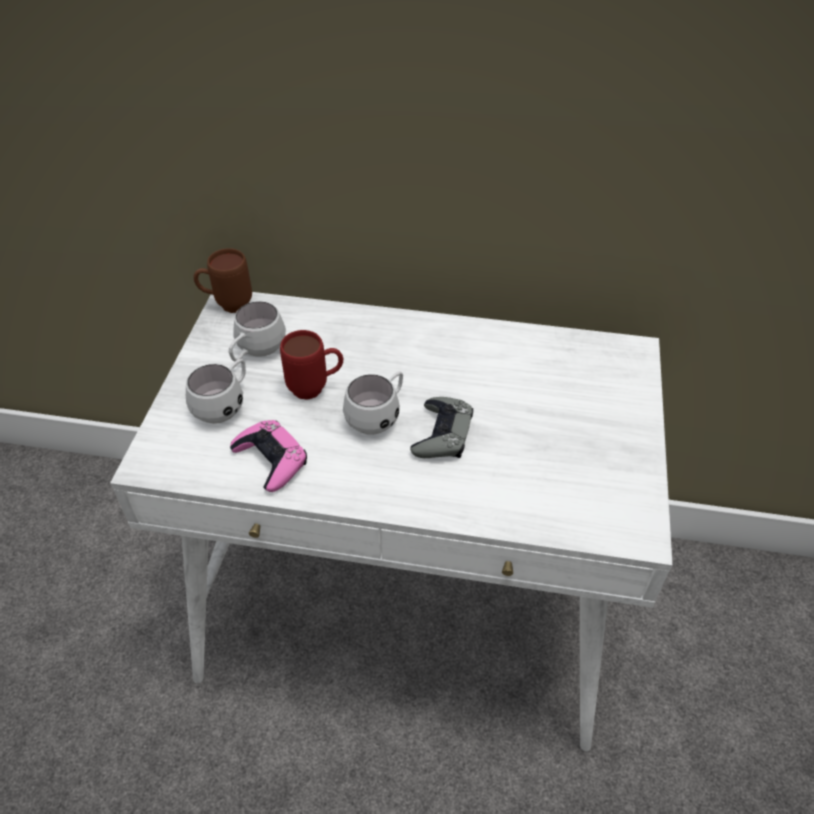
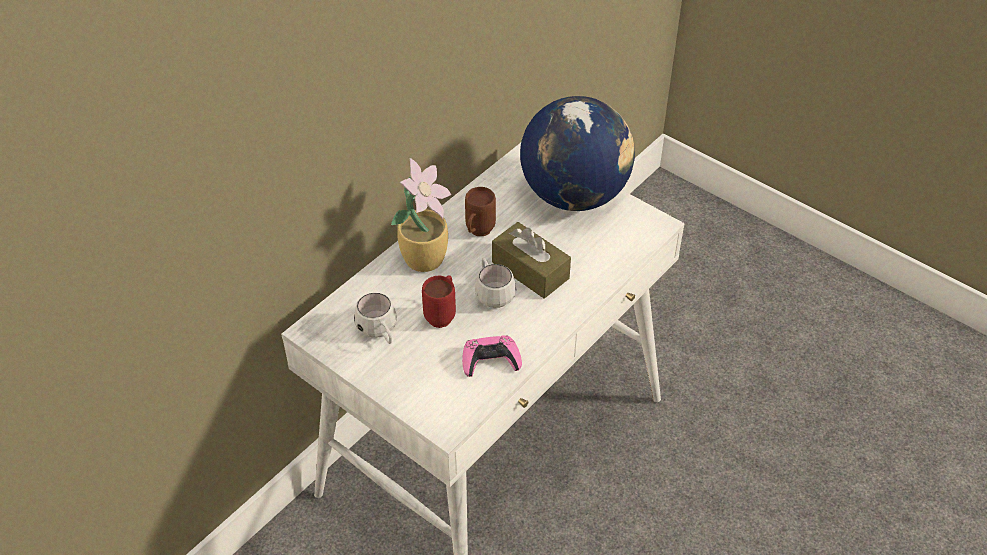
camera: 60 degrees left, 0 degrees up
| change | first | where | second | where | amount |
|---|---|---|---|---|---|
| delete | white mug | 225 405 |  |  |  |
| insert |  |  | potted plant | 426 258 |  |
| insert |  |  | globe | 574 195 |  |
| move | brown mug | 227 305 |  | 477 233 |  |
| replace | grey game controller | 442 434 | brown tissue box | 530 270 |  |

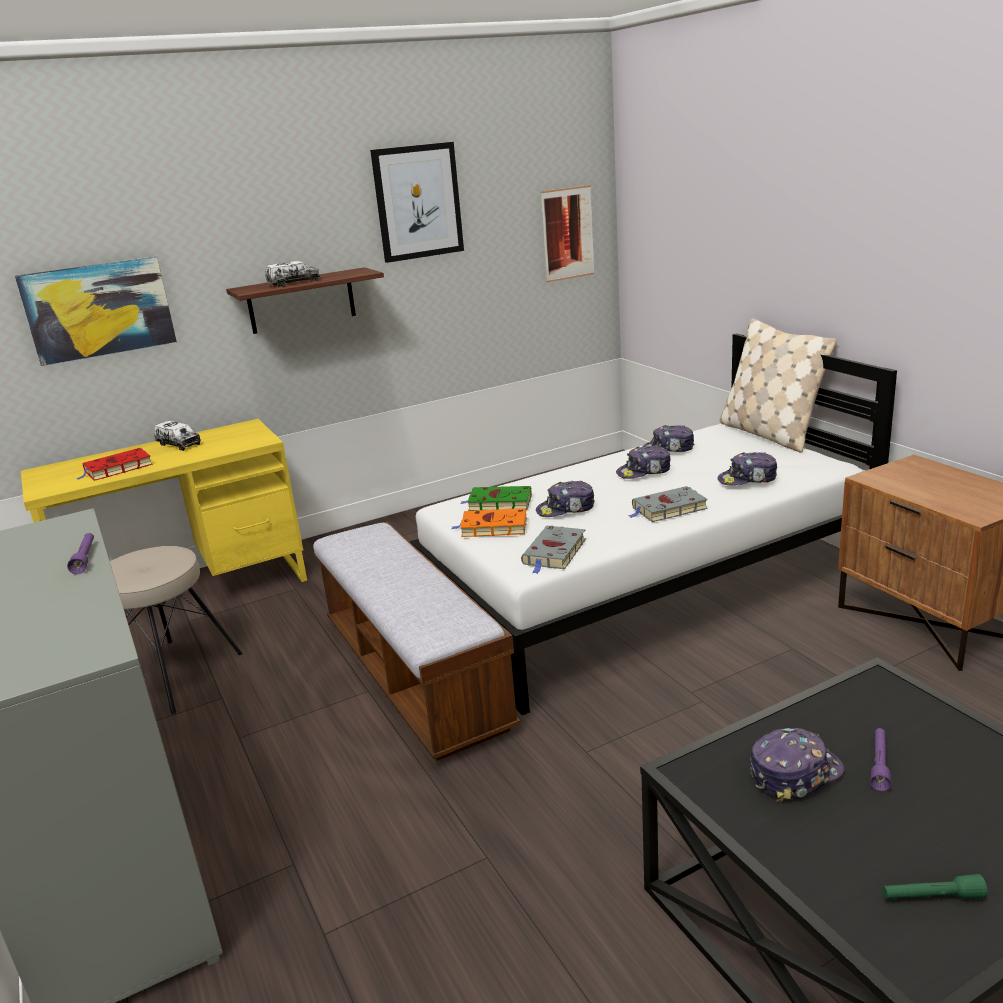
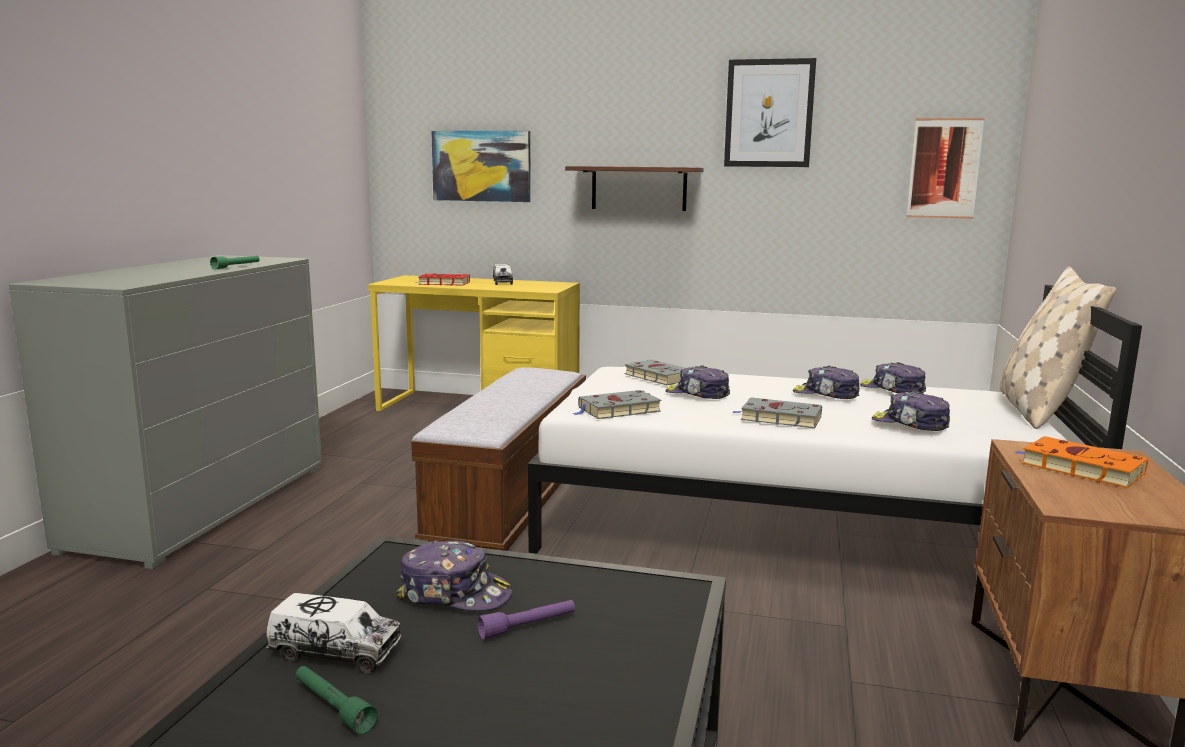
camera: 40 degrees right, 10 degrees down
| change | first | where | second | where | amount |
|---|---|---|---|---|---|
| delete | beige stool | 173 675 |  |  |  |
| move | toy truck | 293 283 |  | 335 652 |  |
| move | orange book | 492 527 |  | 1078 468 |  |
| recolor | purple flashlight | 85 558 | green flashlight | 236 267 |  |
| recolor | green book | 498 503 | grey book | 657 376 |  |

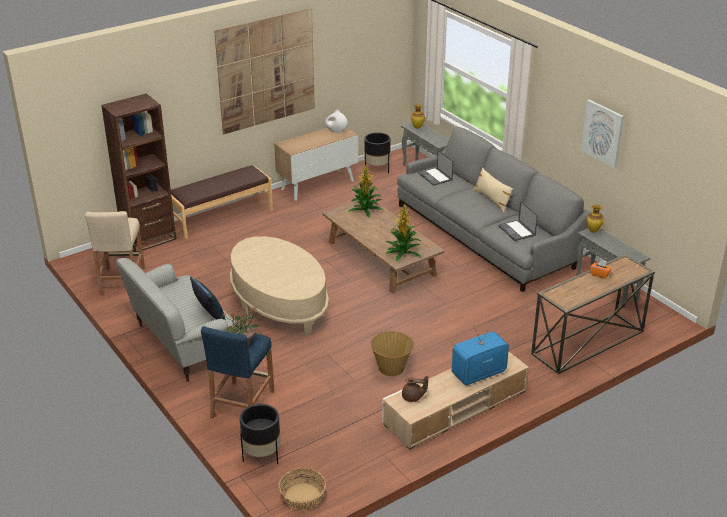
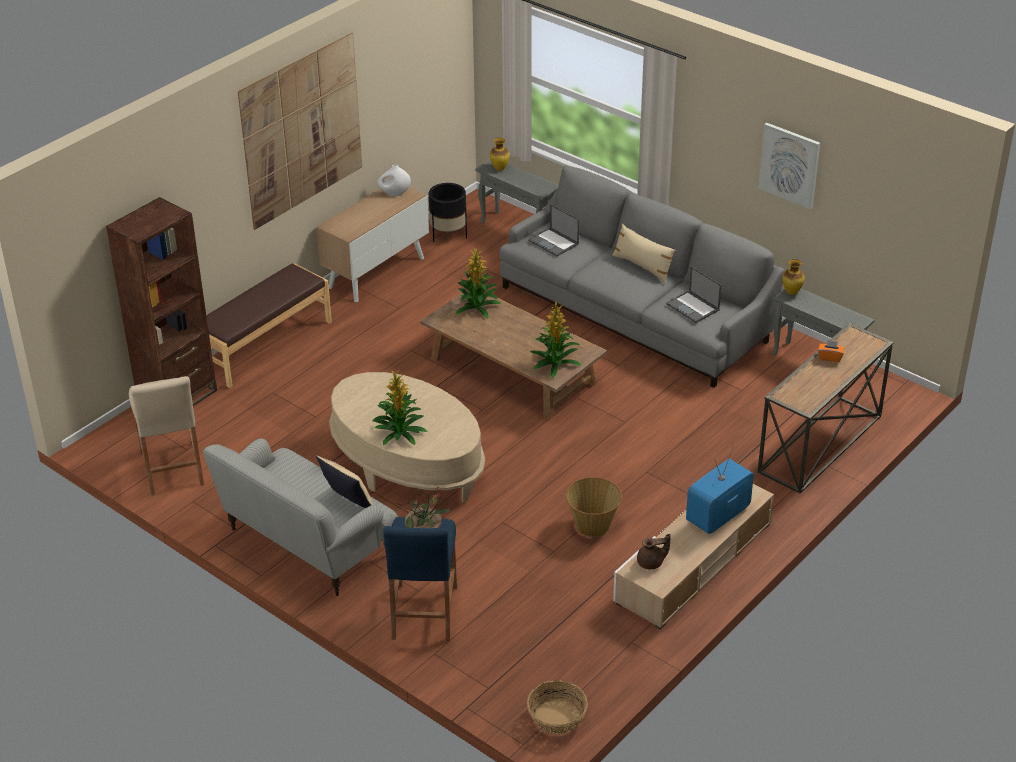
camera: 15 degrees left, 5 degrees up
| change | first | where | second | where | amount |
|---|---|---|---|---|---|
| delete | black planter | 262 455 |  |  |  |
| insert |  |  | potted plant | 399 433 |  |
| recolor | blue pillow | 209 317 | beige pillow | 347 504 |  |

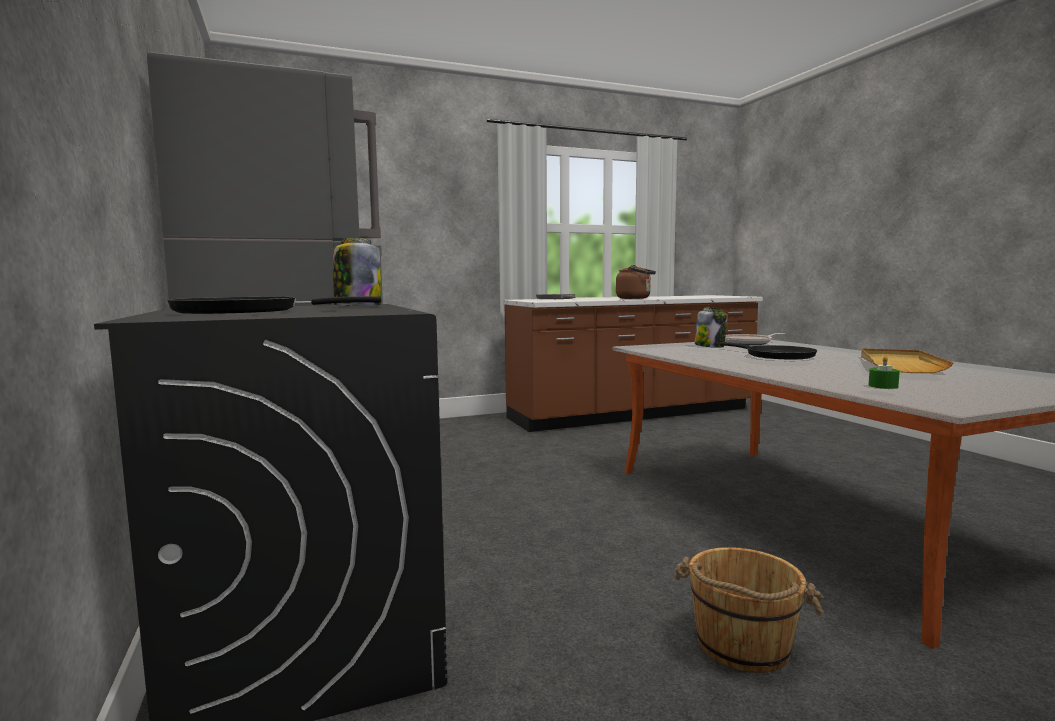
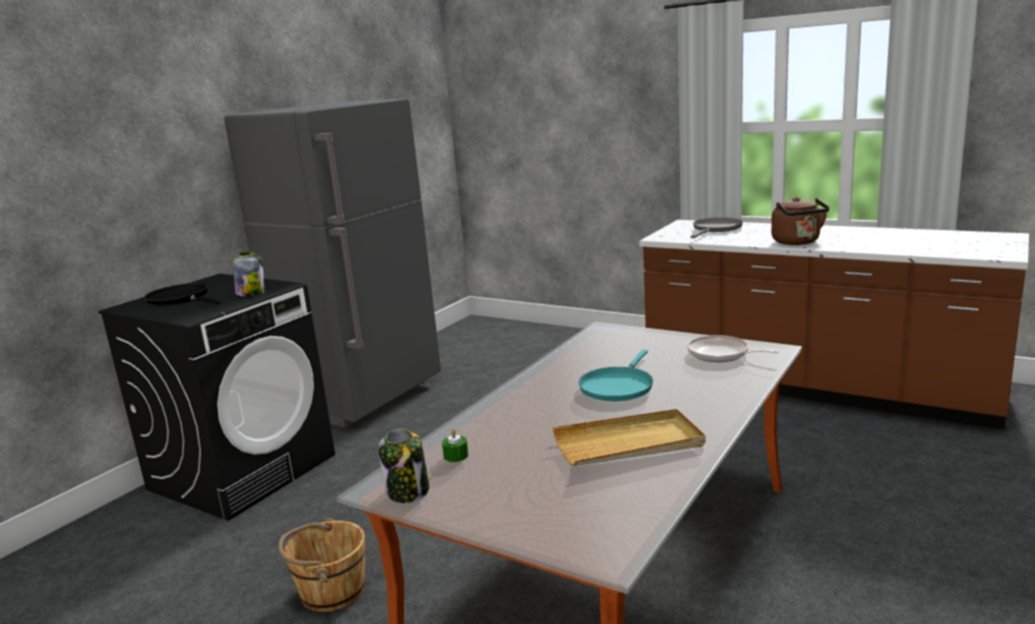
camera: 55 degrees right, 10 degrees up
| change | first | where | second | where | amount |
|---|---|---|---|---|---|
| move | jar | 710 346 |  | 408 491 |  |
| recolor | black frying pan | 776 356 | turquoise frying pan | 618 386 |  |

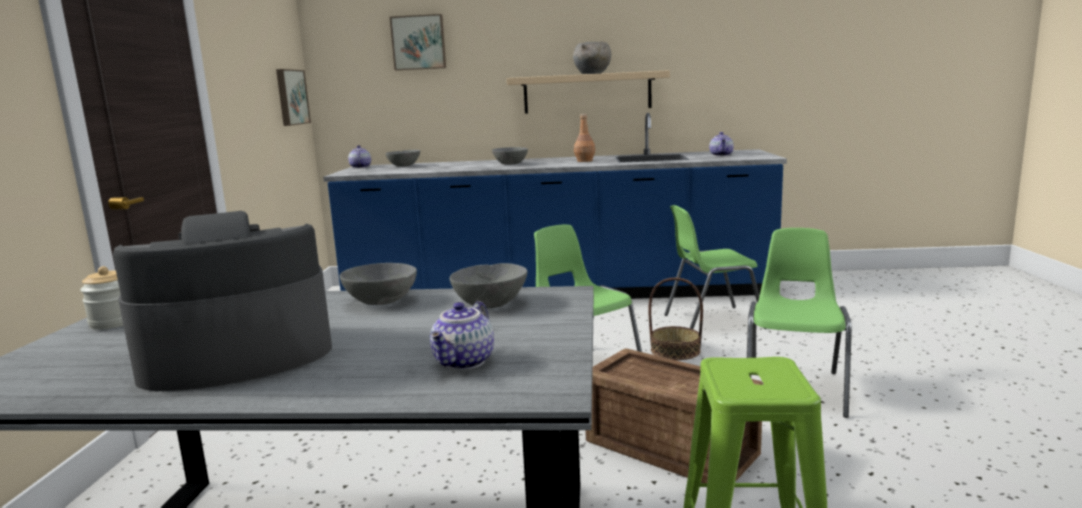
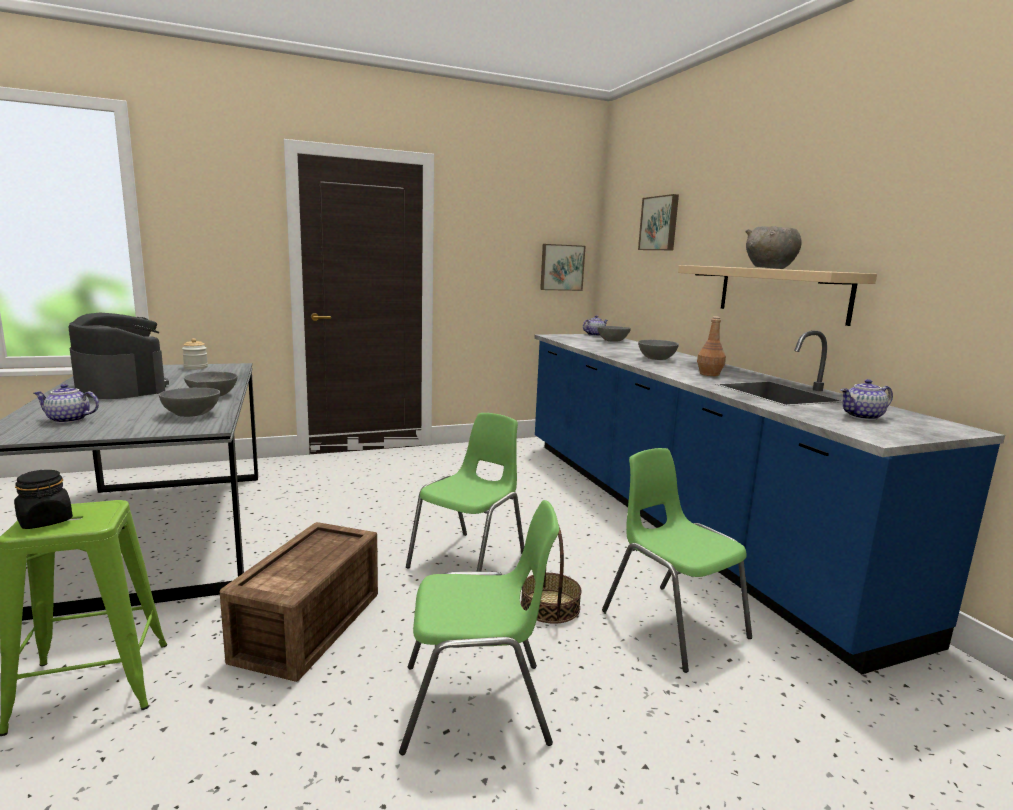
camera: 65 degrees right, 0 degrees up
| change | first | where | second | where | amount |
|---|---|---|---|---|---|
| insert |  |  | black jar | 45 521 |  |

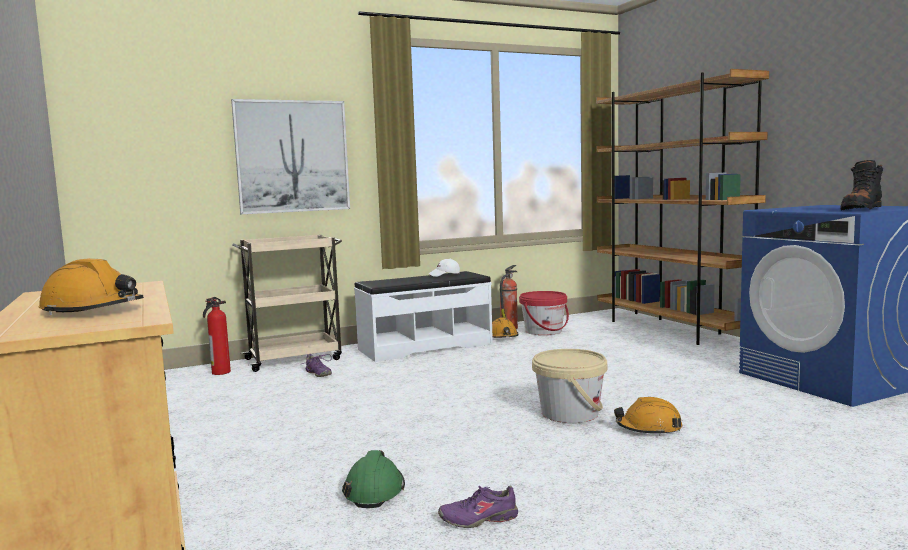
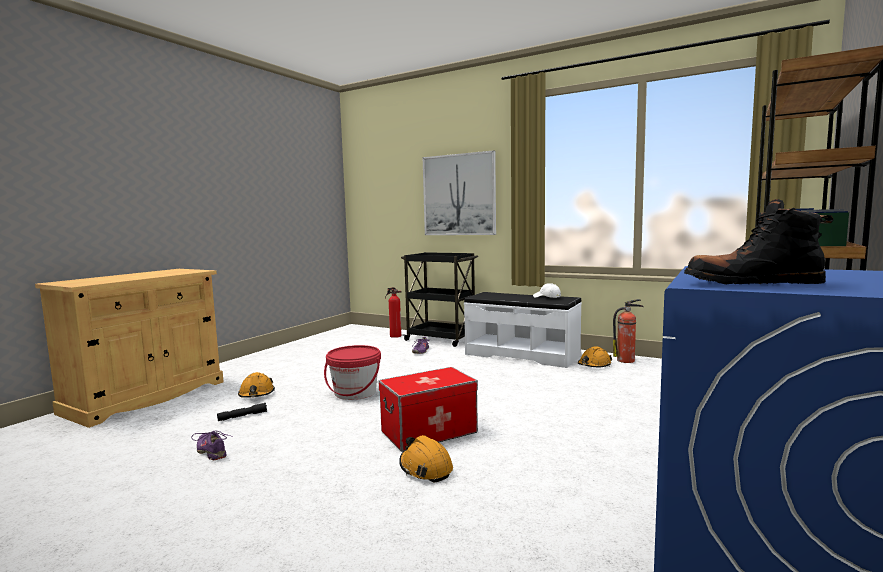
camera: 55 degrees right, 0 degrees up
| change | first | where | second | where | amount |
|---|---|---|---|---|---|
| move | orange hard hat | 93 310 |  | 256 394 |  |
| move | red bucket | 543 331 |  | 355 392 |  |
| replace | green hard hat | 374 491 | black flashlight | 242 416 |  |
| replace | beige bucket | 570 413 | storage box | 429 432 |  |
| recolor | beige cart | 295 359 | black cart | 441 339 |  |

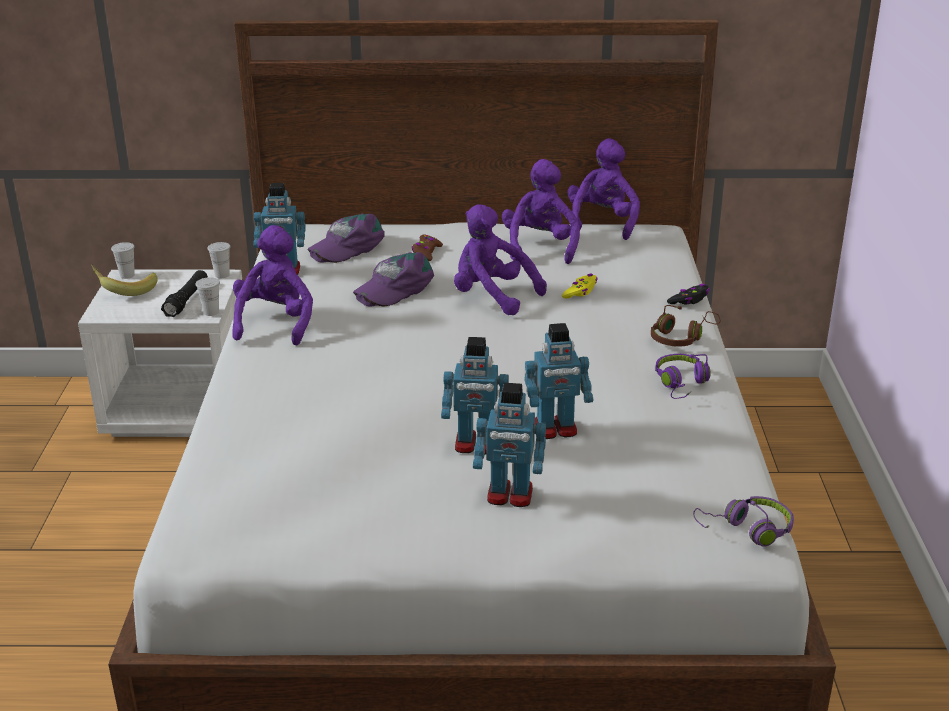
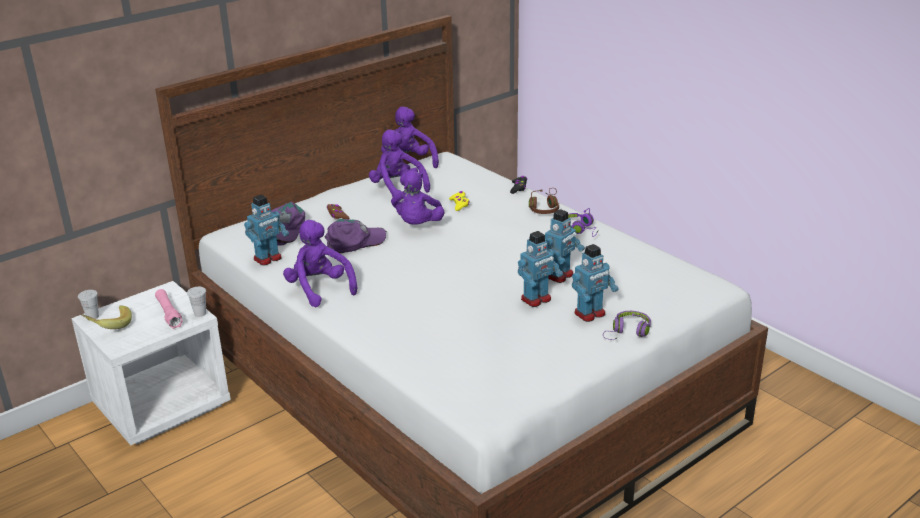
camera: 40 degrees left, 0 degrees up
| change | first | where | second | where | amount |
|---|---|---|---|---|---|
| delete | white cup | 222 275 |  |  |  |
| move | purple headphones | 747 530 |  | 627 332 |  |
| recolor | black flashlight | 187 300 | pink flashlight | 169 313 |  |
| rotate | purple cap | 394 288 |  | 354 242 | 120 degrees counterclockwise |
| rotate | purple plush toy | 492 297 |  | 417 225 | 75 degrees counterclockwise |

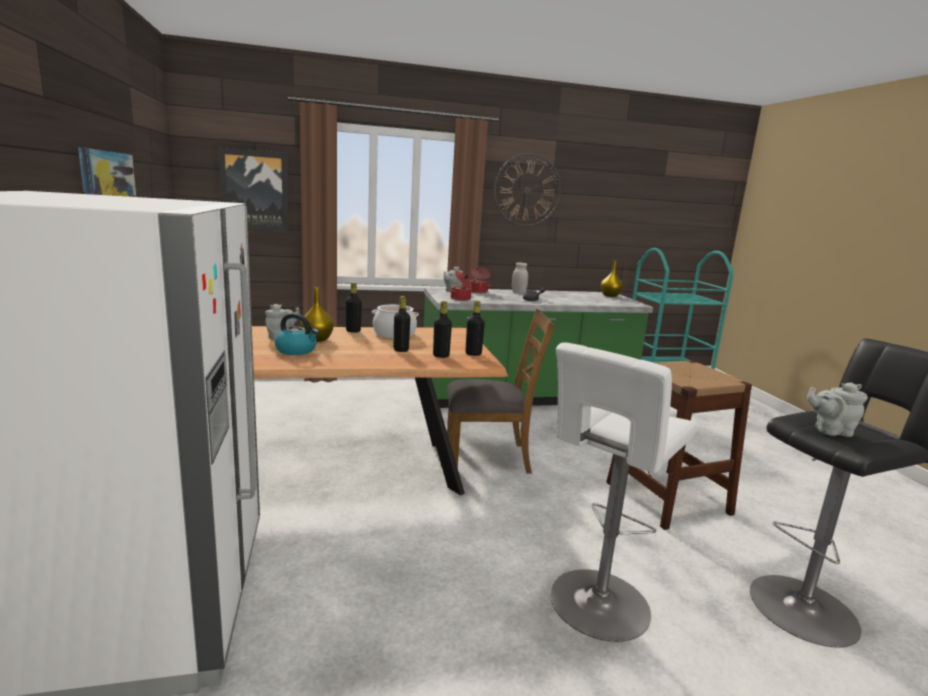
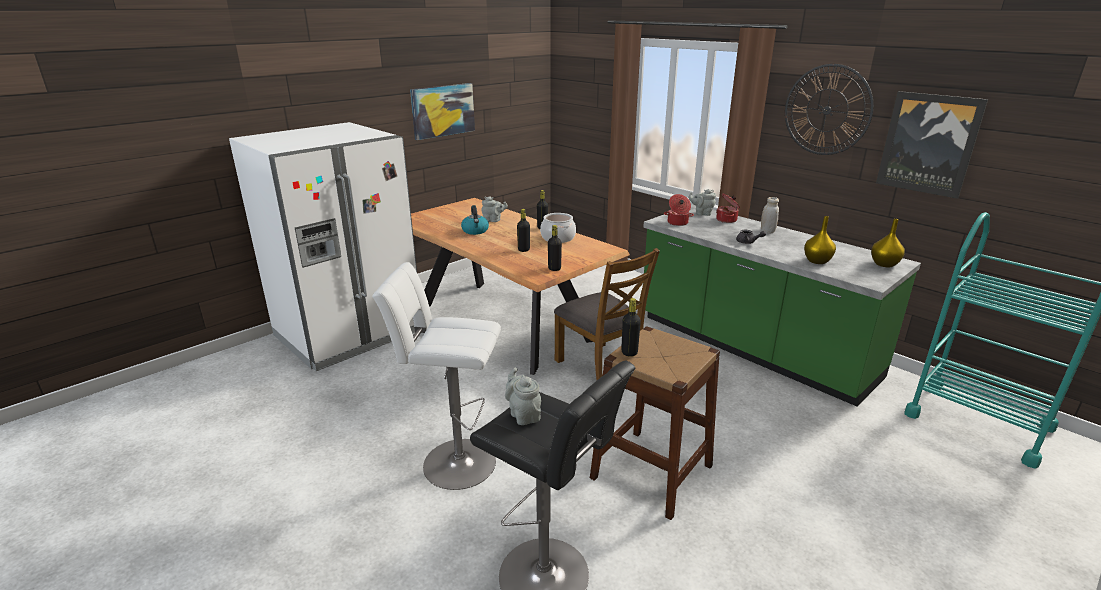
camera: 60 degrees right, 10 degrees up
| change | first | where | second | where | amount |
|---|---|---|---|---|---|
| move | picture | 255 190 |  | 928 144 |  |
| move | yellow vase | 317 339 |  | 817 261 |  |
| move | black bottle | 441 355 |  | 629 352 |  |

